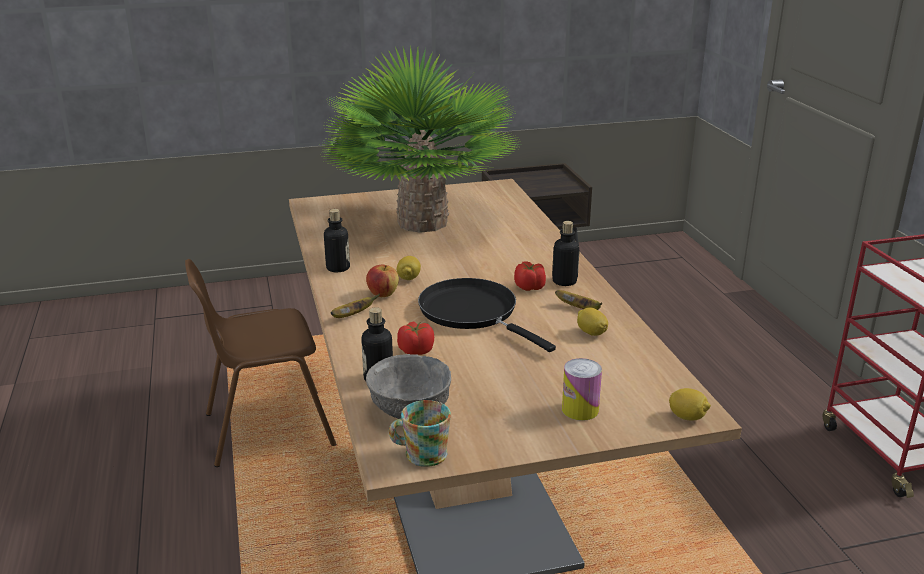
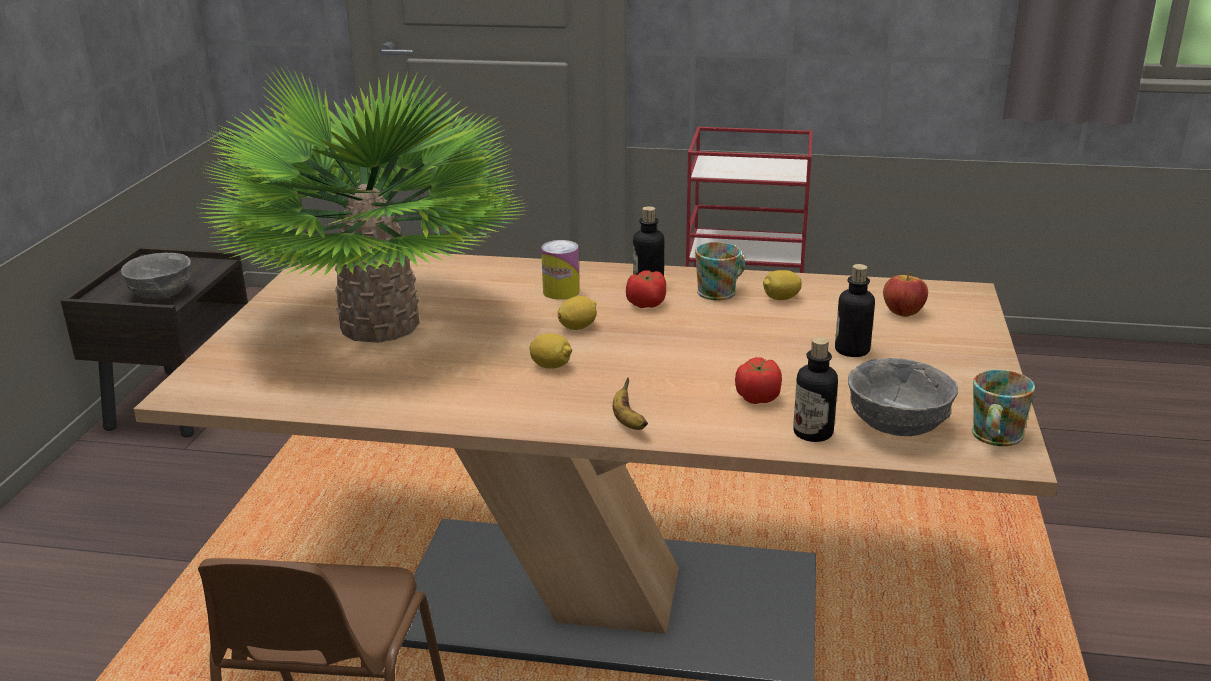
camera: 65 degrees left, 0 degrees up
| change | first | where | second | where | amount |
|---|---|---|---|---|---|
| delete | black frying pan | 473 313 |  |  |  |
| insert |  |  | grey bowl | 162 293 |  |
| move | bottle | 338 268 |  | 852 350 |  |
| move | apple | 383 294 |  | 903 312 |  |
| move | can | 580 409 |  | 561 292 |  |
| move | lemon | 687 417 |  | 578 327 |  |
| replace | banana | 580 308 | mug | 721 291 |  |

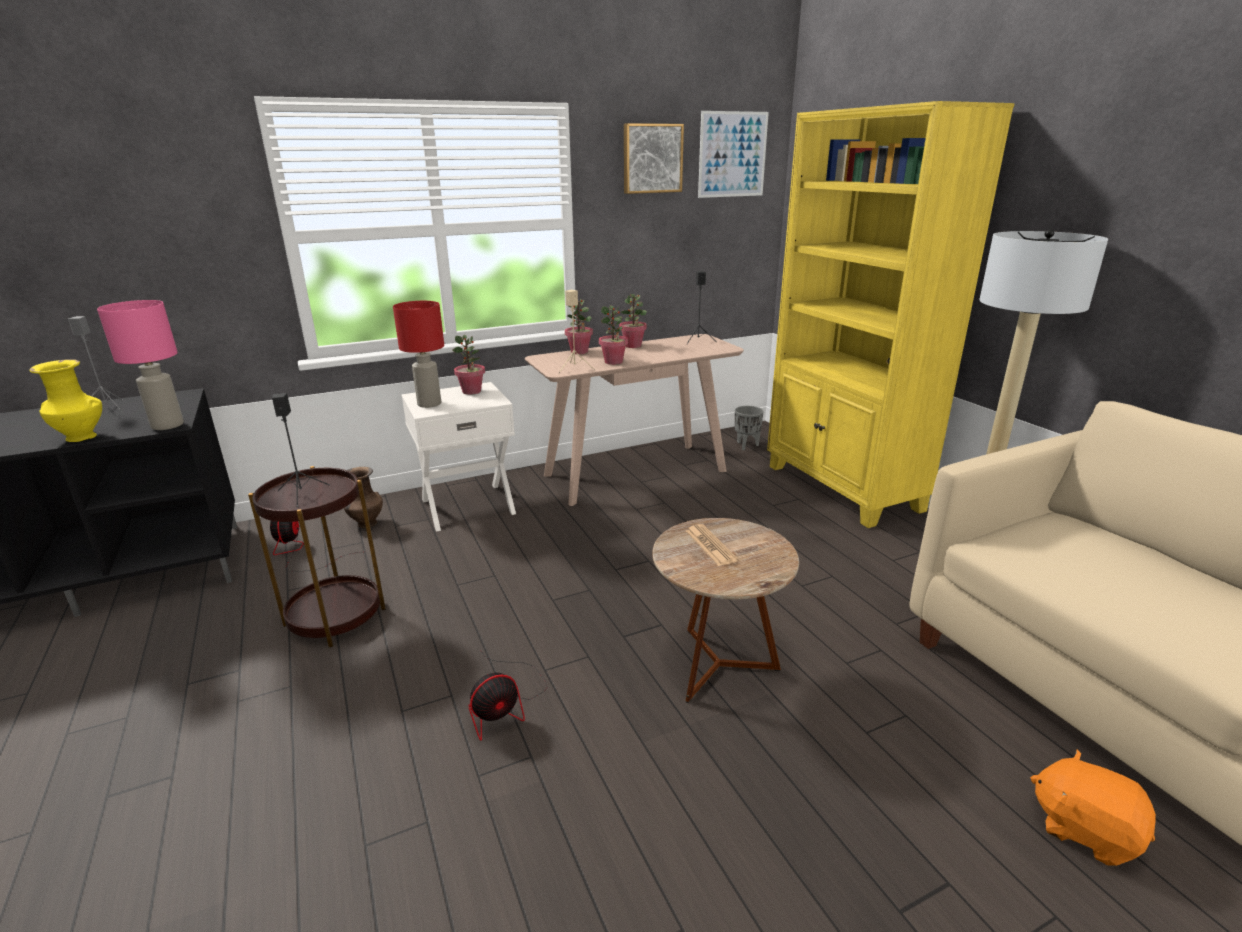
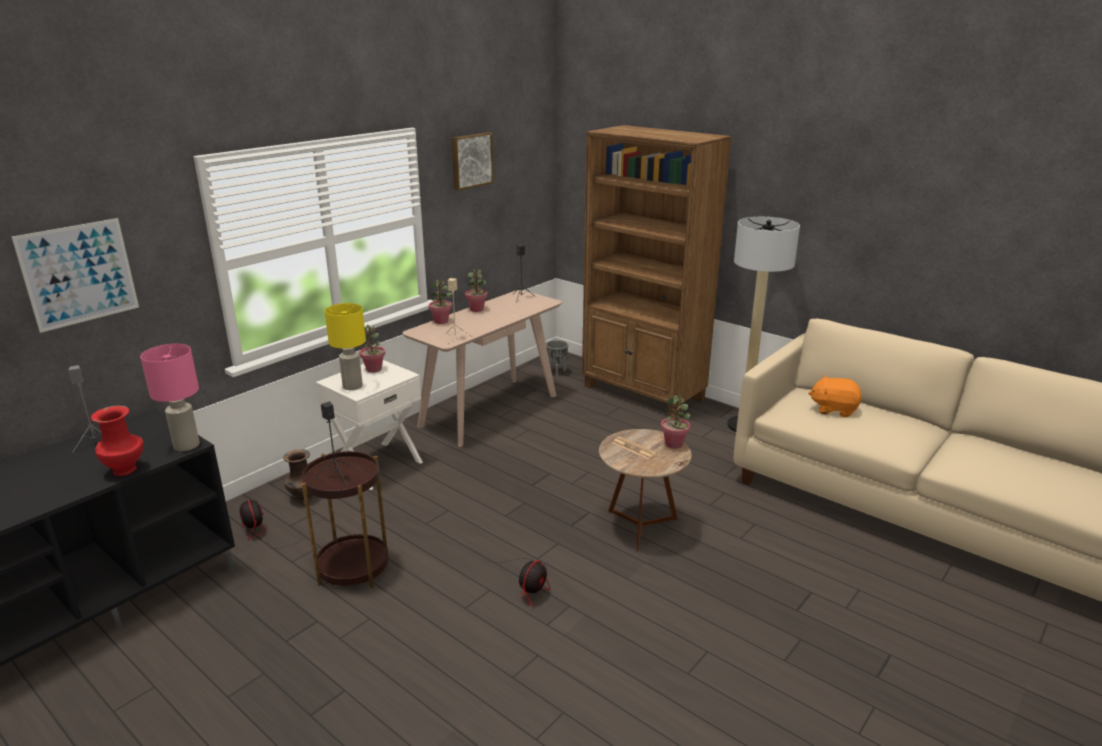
camera: 25 degrees left, 0 degrees up
| change | first | where | second | where | amount |
|---|---|---|---|---|---|
| move | potted plant | 613 362 |  | 674 444 |  |
| move | picture | 732 154 |  | 79 274 |  |
| move | orange plush toy | 1084 829 |  | 834 409 |  |
| recolor | yellow vase | 83 437 | red vase | 126 470 |  |
| recolor | red table lamp | 429 404 | yellow table lamp | 352 386 |  |
| recolor | yellow bookcase | 842 488 | brown bookcase | 643 393 |  |

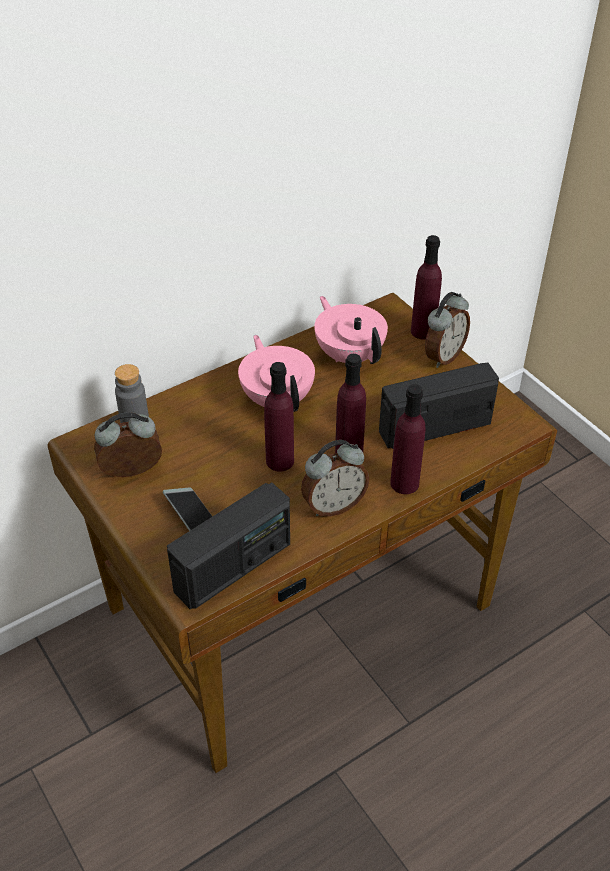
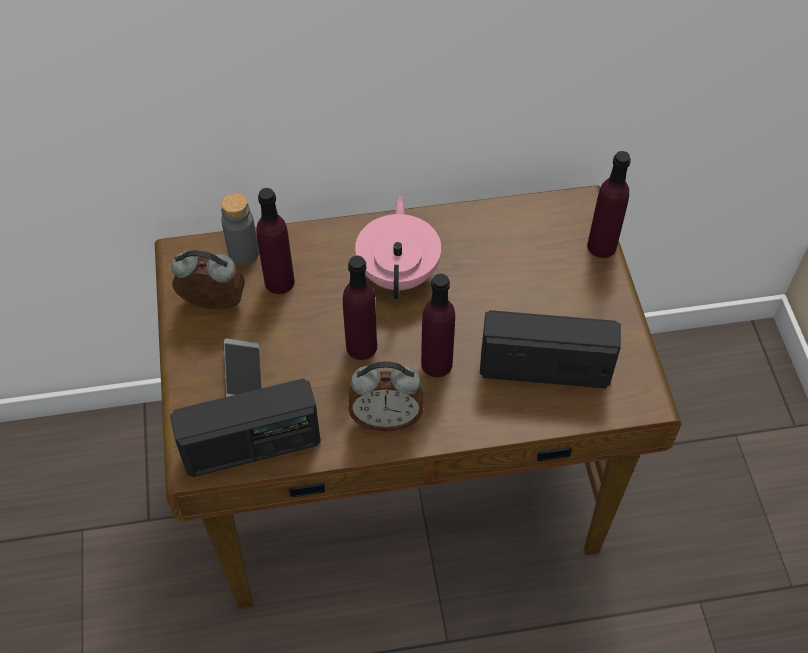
camera: 25 degrees right, 10 degrees up
| change | first | where | second | where | amount |
|---|---|---|---|---|---|
| delete | pink teapot | 349 354 |  |  |  |
| delete | alarm clock | 443 356 |  |  |  |
| move | purple bottle | 404 483 |  | 279 282 |  |

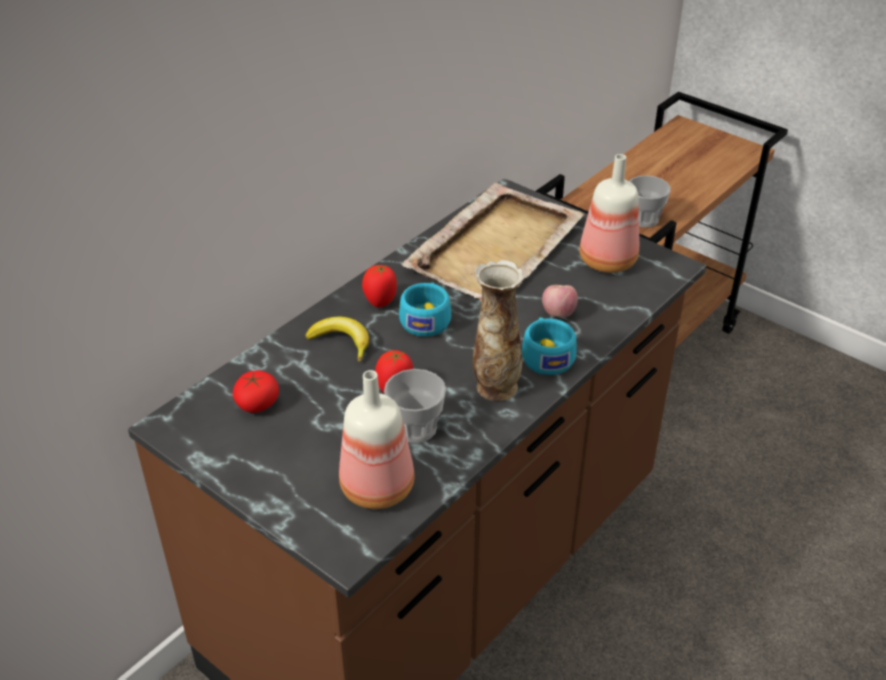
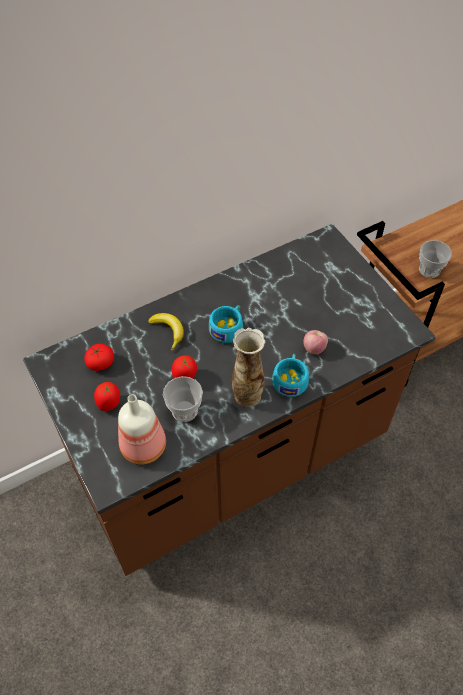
camera: 20 degrees right, 15 degrees up
| change | first | where | second | where | amount |
|---|---|---|---|---|---|
| delete | beige tray | 497 247 |  |  |  |
| delete | bottle | 605 260 |  |  |  |
| move | tomato | 380 301 |  | 109 403 |  |

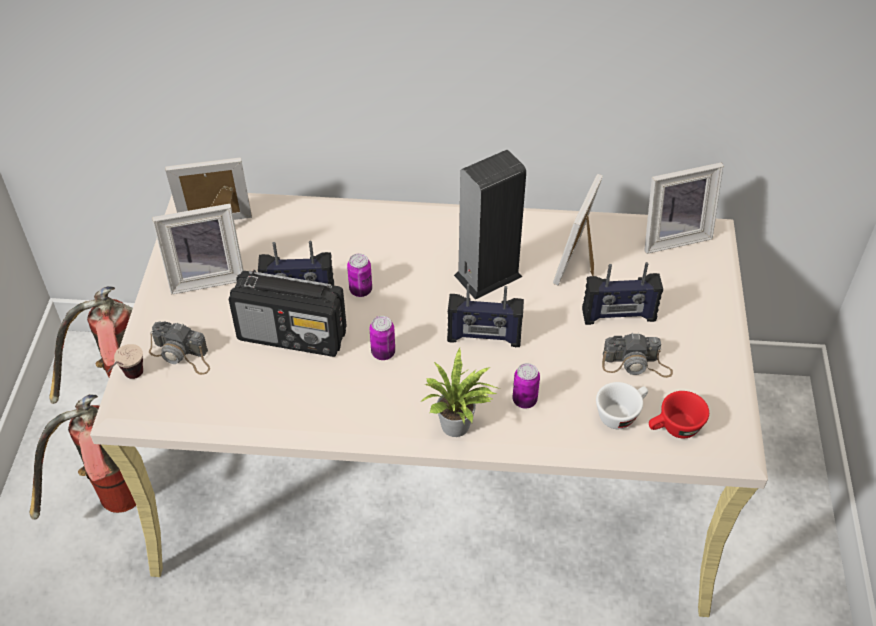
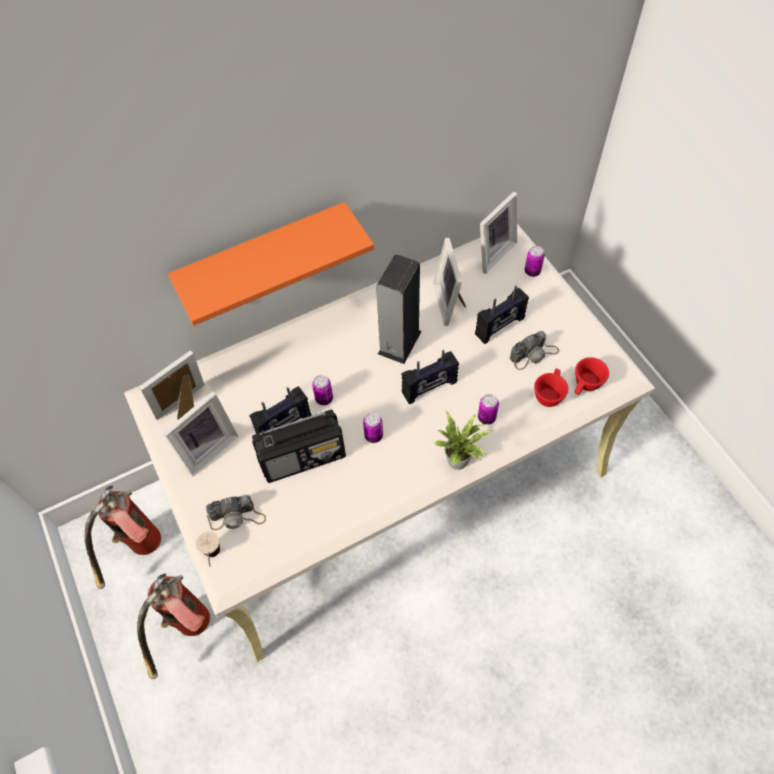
camera: 30 degrees left, 10 degrees up
| change | first | where | second | where | amount |
|---|---|---|---|---|---|
| insert |  |  | orange shelf | 264 260 |  |
| insert |  |  | can | 532 271 |  |
| recolor | white cup | 620 413 | red cup | 549 393 |  |

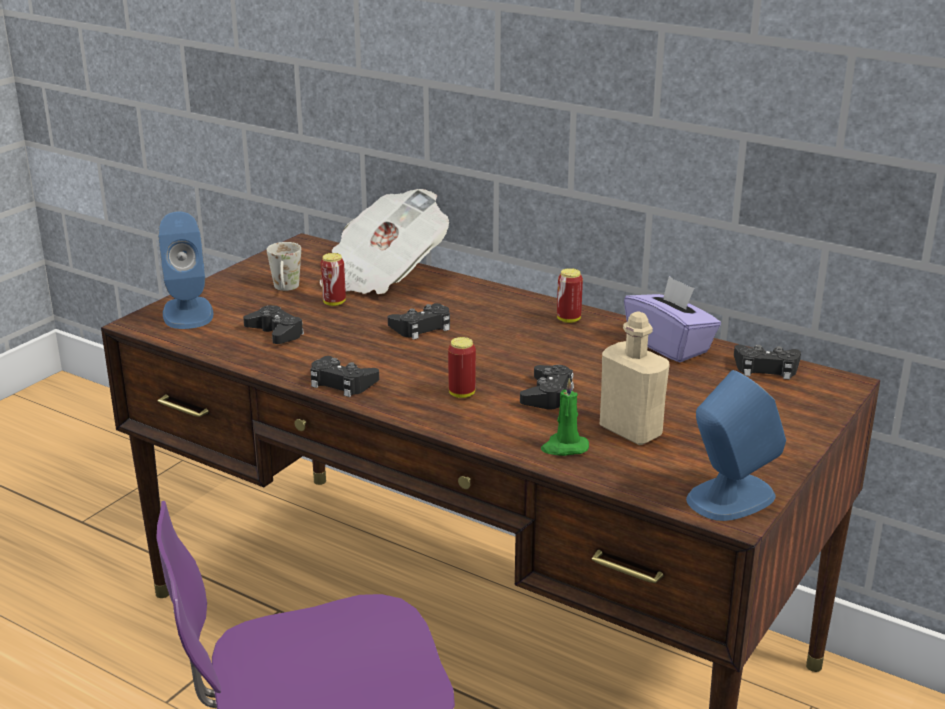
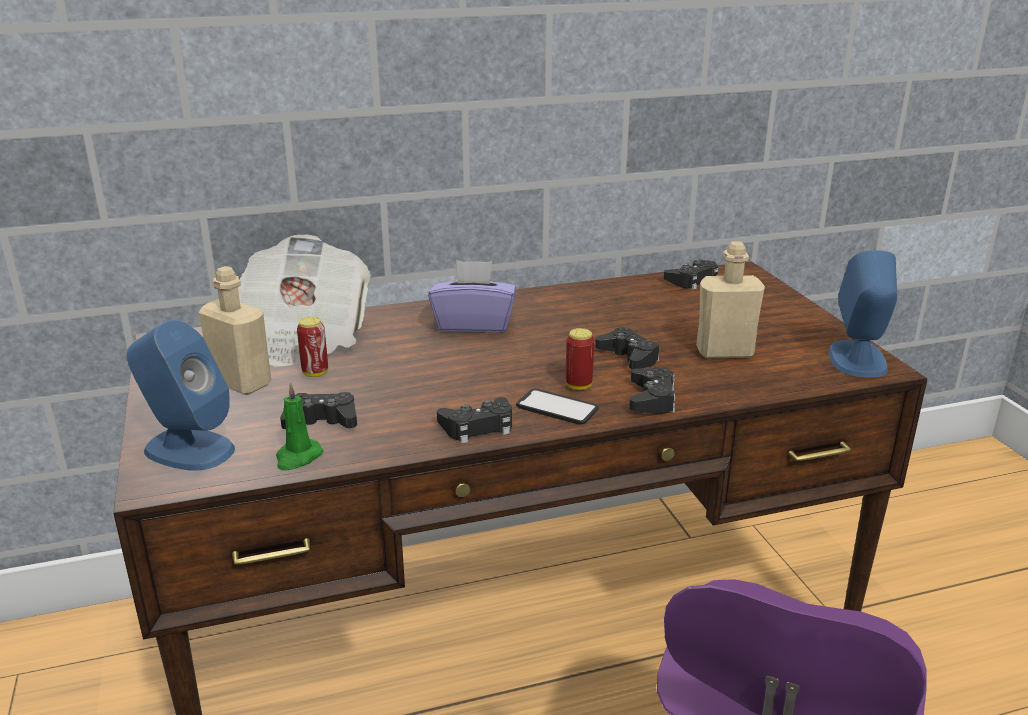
camera: 50 degrees left, 0 degrees up
| change | first | where | second | where | amount |
|---|---|---|---|---|---|
| delete | can | 568 319 |  |  |  |
| insert |  |  | phone | 557 408 |  |
| move | black game controller | 422 327 |  | 652 398 |  |
| move | green candle | 564 447 |  | 298 457 |  |
| move | purple tissue box | 669 345 |  | 474 324 |  |
| replace | white mug | 286 289 | beige bottle | 241 383 |  |

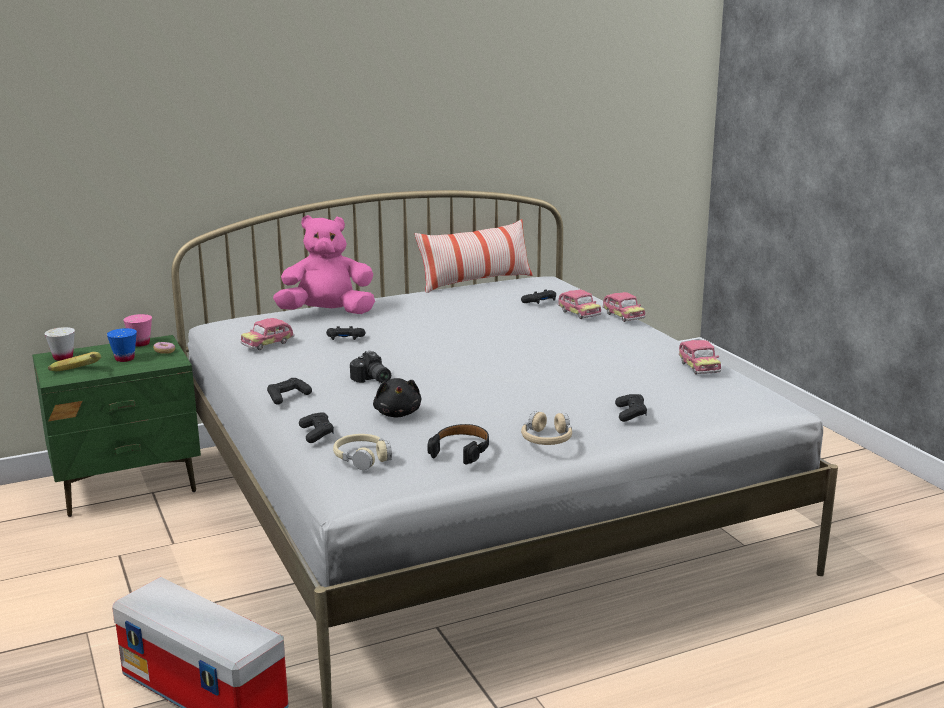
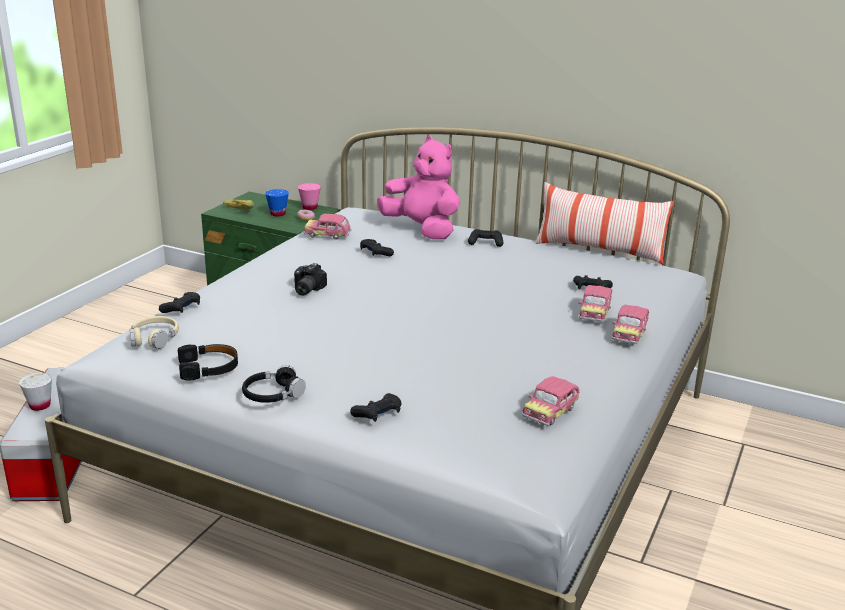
camera: 50 degrees right, 5 degrees up
| change | first | where | second | where | amount |
|---|---|---|---|---|---|
| delete | black plush toy | 398 413 |  |  |  |
| move | white cup | 63 357 |  | 40 406 |  |
| move | black game controller | 288 397 |  | 485 243 |  |
| recolor | beige headphones | 547 439 | black headphones | 273 394 |  |

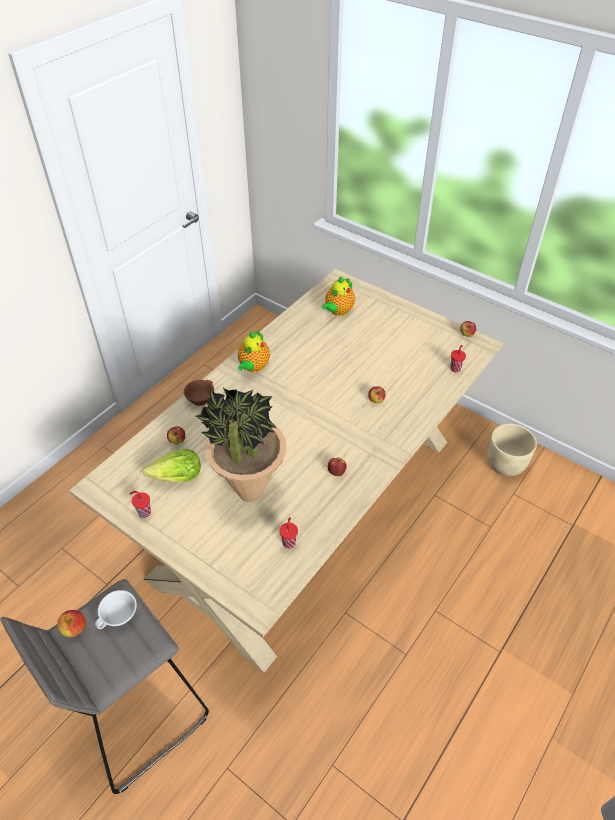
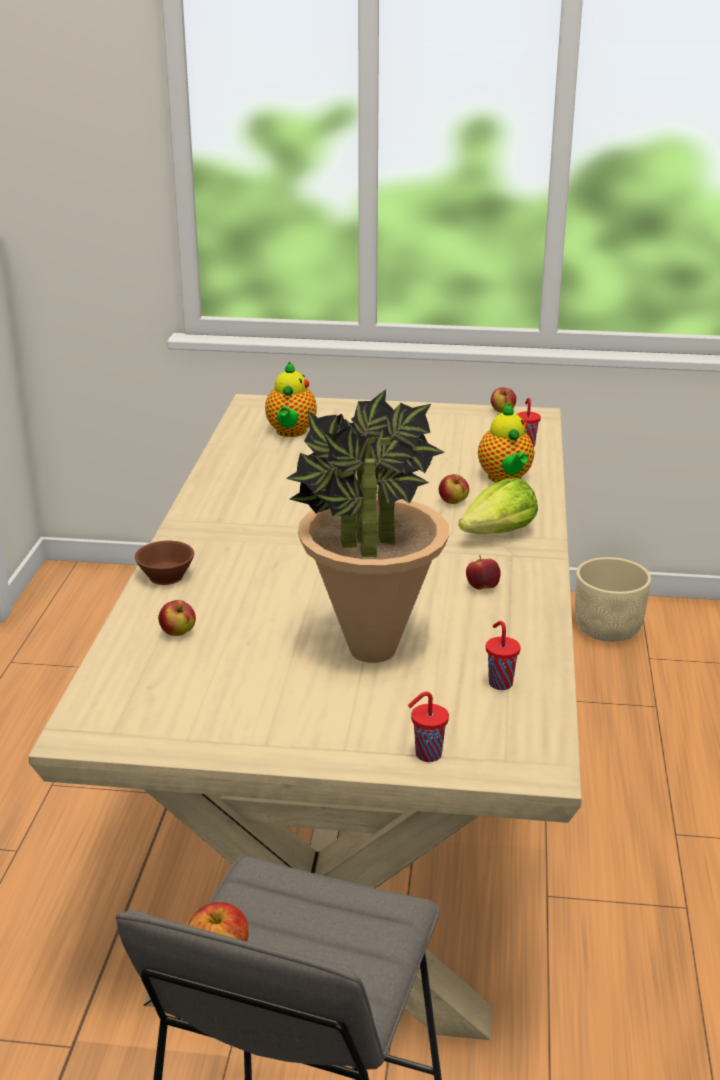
camera: 30 degrees left, 20 degrees down
| change | first | where | second | where | amount |
|---|---|---|---|---|---|
| delete | white cup | 120 616 |  |  |  |
| move | red cup | 144 512 |  | 426 755 |  |
| move | lettuce | 177 477 |  | 499 533 |  |
| move | teapot | 253 367 |  | 505 479 |  |

